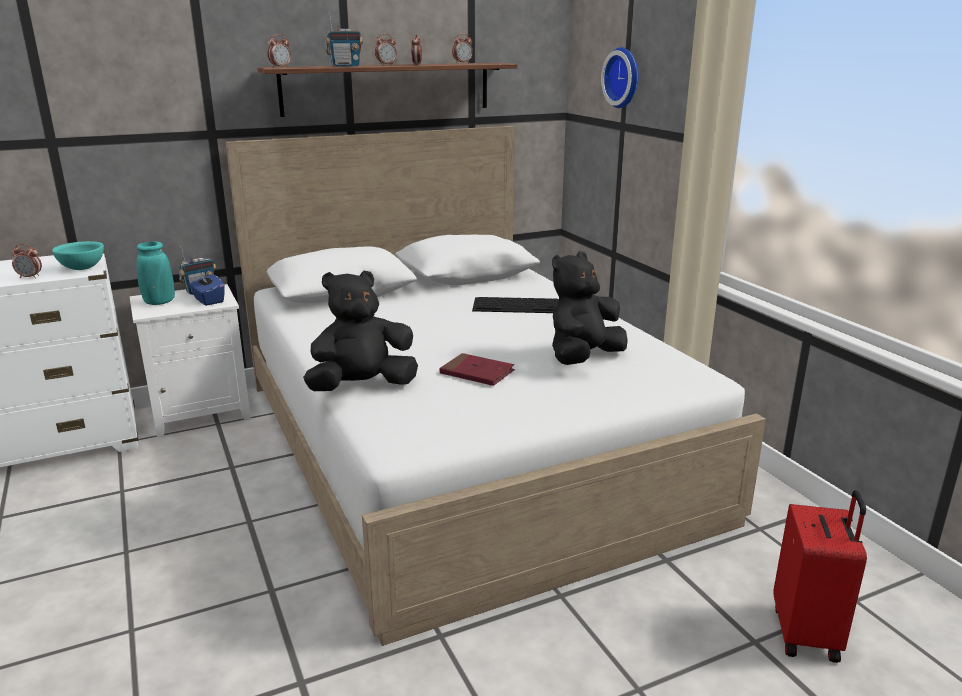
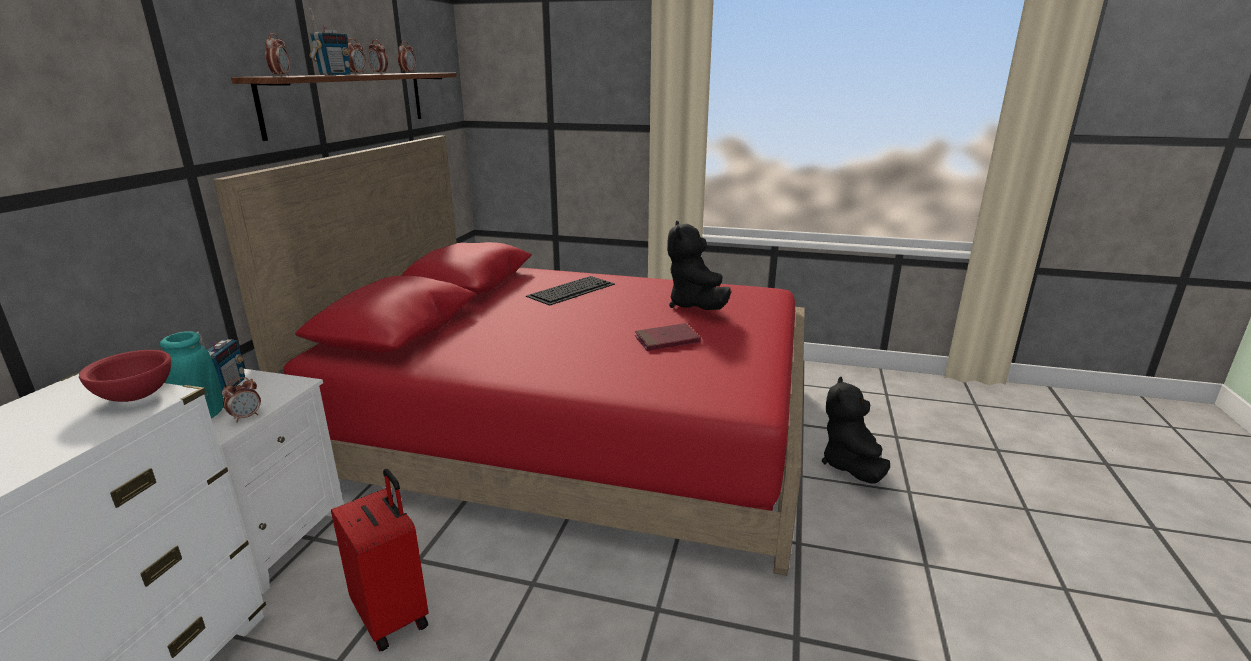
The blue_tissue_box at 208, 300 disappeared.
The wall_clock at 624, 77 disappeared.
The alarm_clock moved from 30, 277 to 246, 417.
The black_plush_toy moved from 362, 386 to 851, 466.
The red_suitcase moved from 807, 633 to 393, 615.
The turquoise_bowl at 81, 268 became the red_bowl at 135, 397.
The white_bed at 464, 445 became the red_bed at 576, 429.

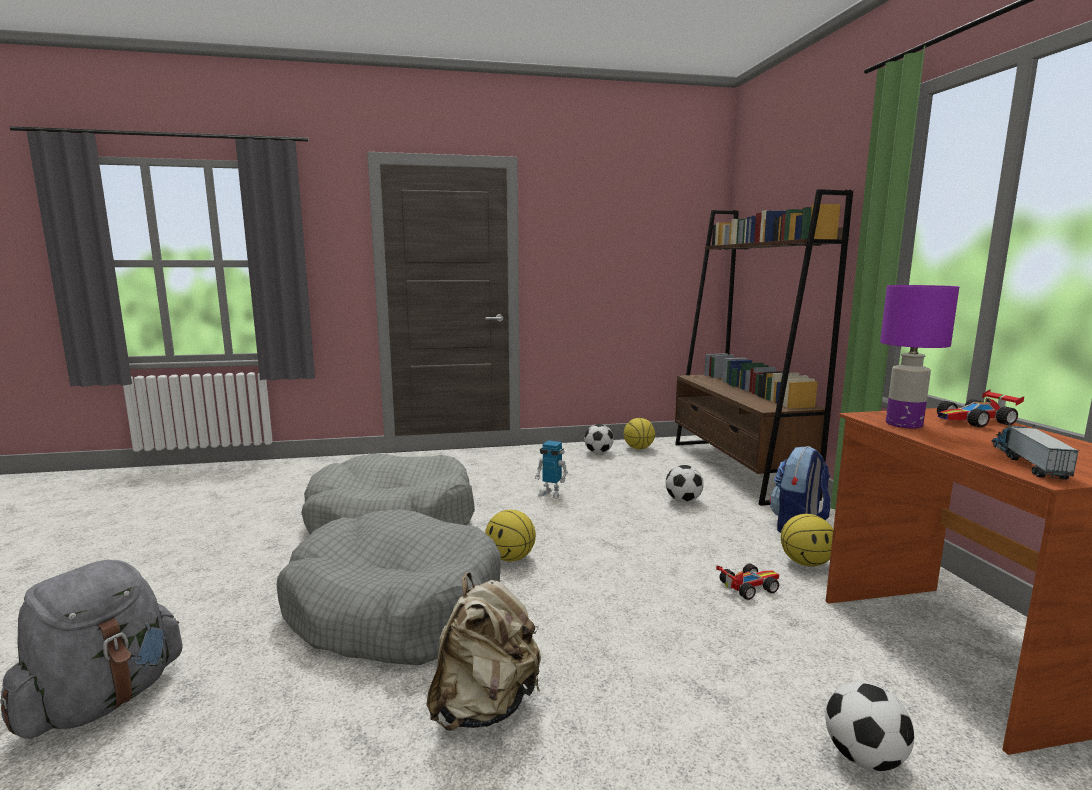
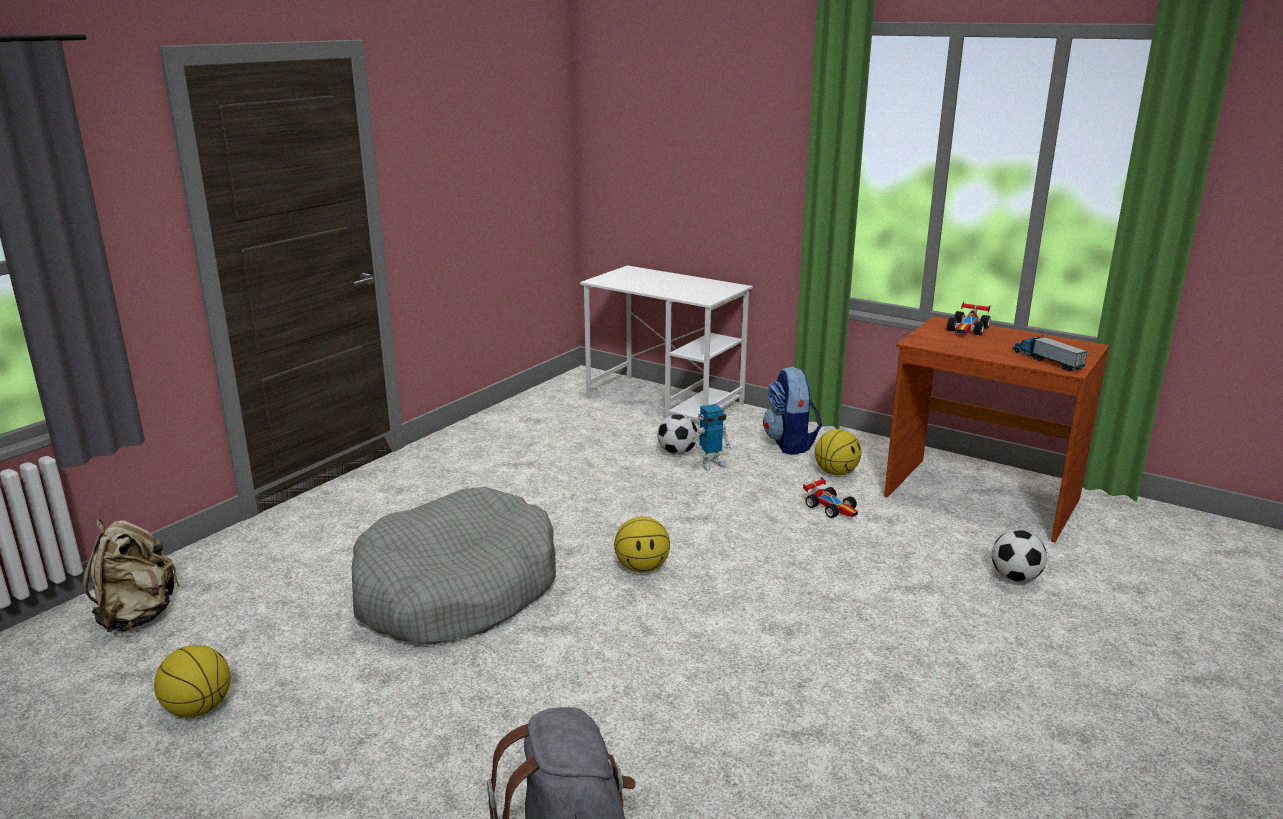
The grey_dog_bed at 395, 608 disappeared.
The football at 598, 452 disappeared.
The purple_table_lamp at 905, 425 disappeared.
The beige_backpack moved from 485, 706 to 137, 616.
The toy_robot moved from 551, 493 to 711, 464.
The basketball moved from 638, 448 to 198, 708.
The brown_bookcase at 738, 469 was replaced by the white_desk at 665, 401.
The toy_car at 748, 586 turned 120 degrees clockwise.

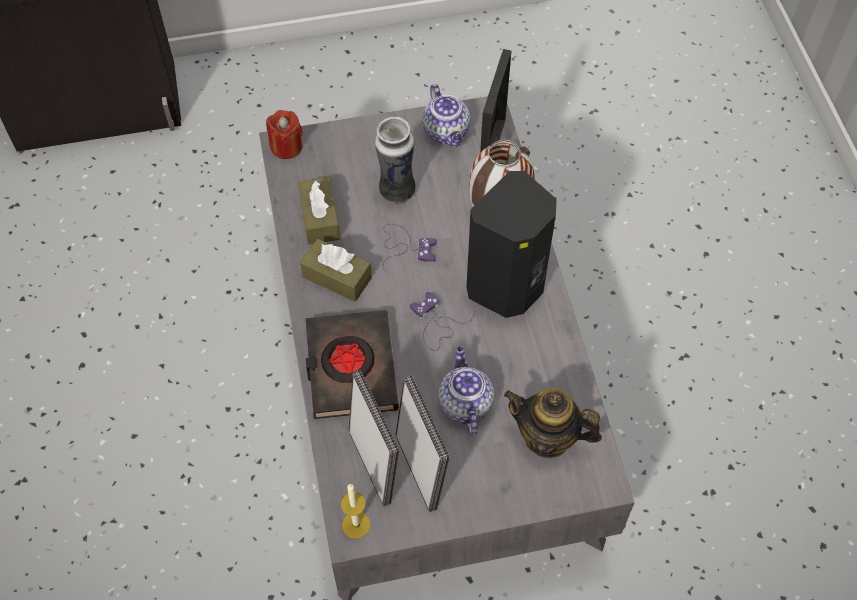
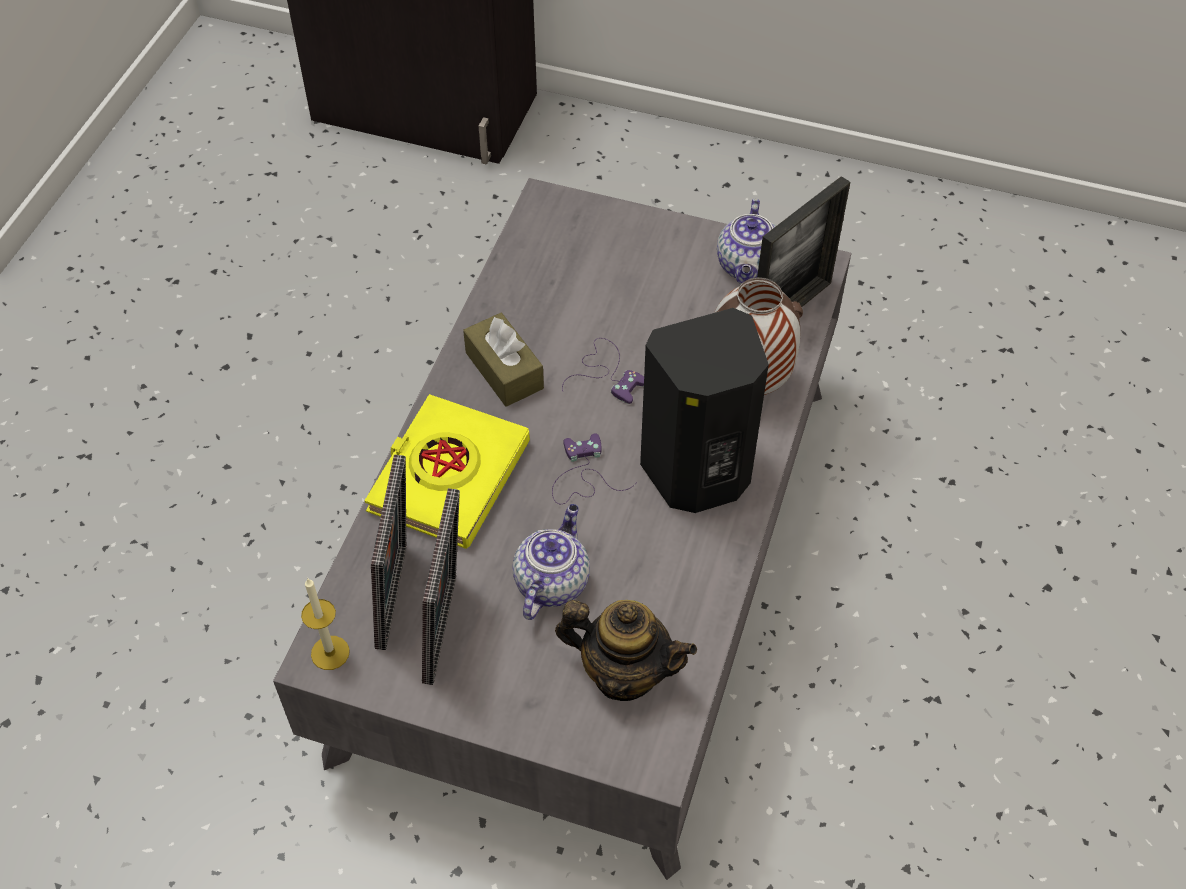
The red_candle at 286, 146 disappeared.
The brown_tissue_box at 319, 218 disappeared.
The vase at 396, 191 disappeared.
The black_book at 350, 368 became the yellow_book at 448, 477.
The teapot at 547, 438 turned 150 degrees clockwise.

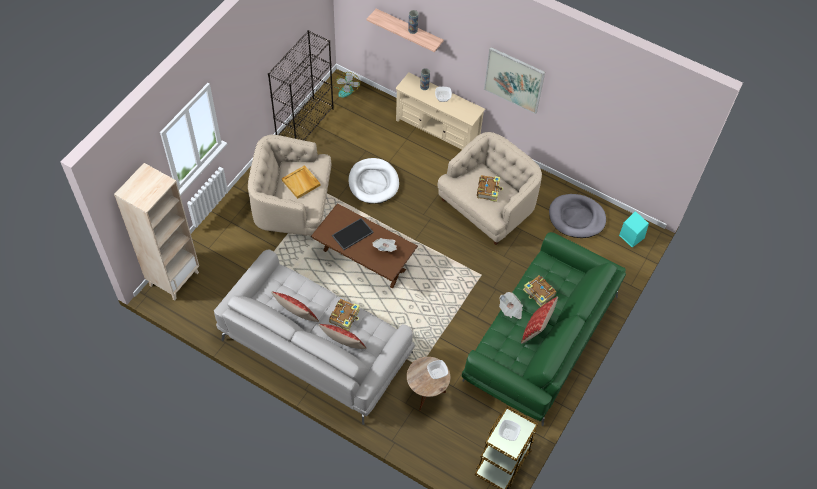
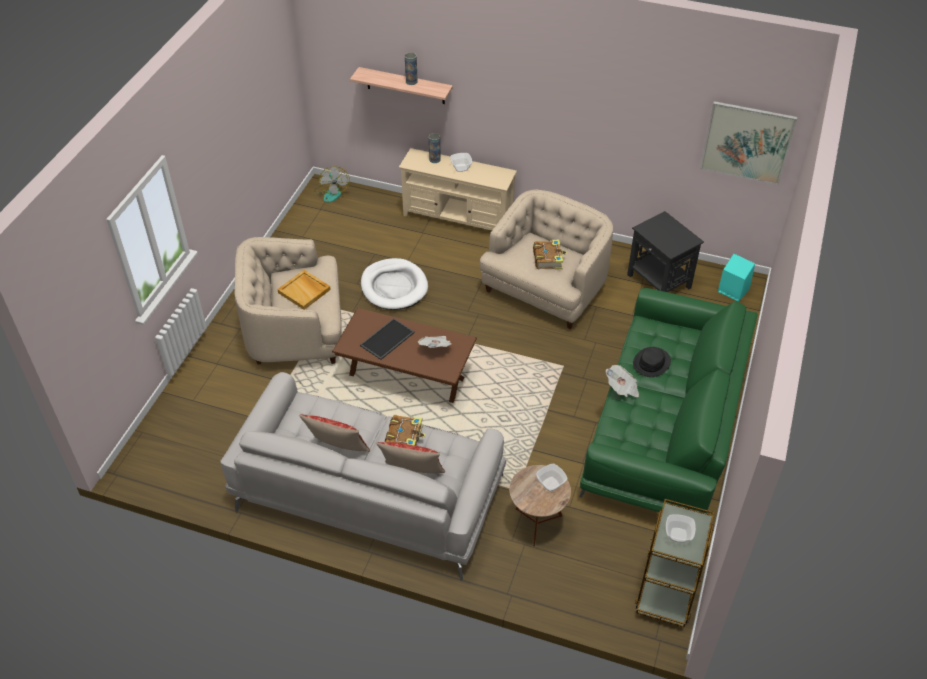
The beige_bookcase at 174, 278 disappeared.
The black_bookcase at 305, 124 disappeared.
The pillow at 536, 330 disappeared.
The picture moved from 514, 80 to 747, 142.
The book at 539, 293 was replaced by the black_hat at 651, 363.
The grey_dog_bed at 576, 218 was replaced by the black_side_table at 659, 281.

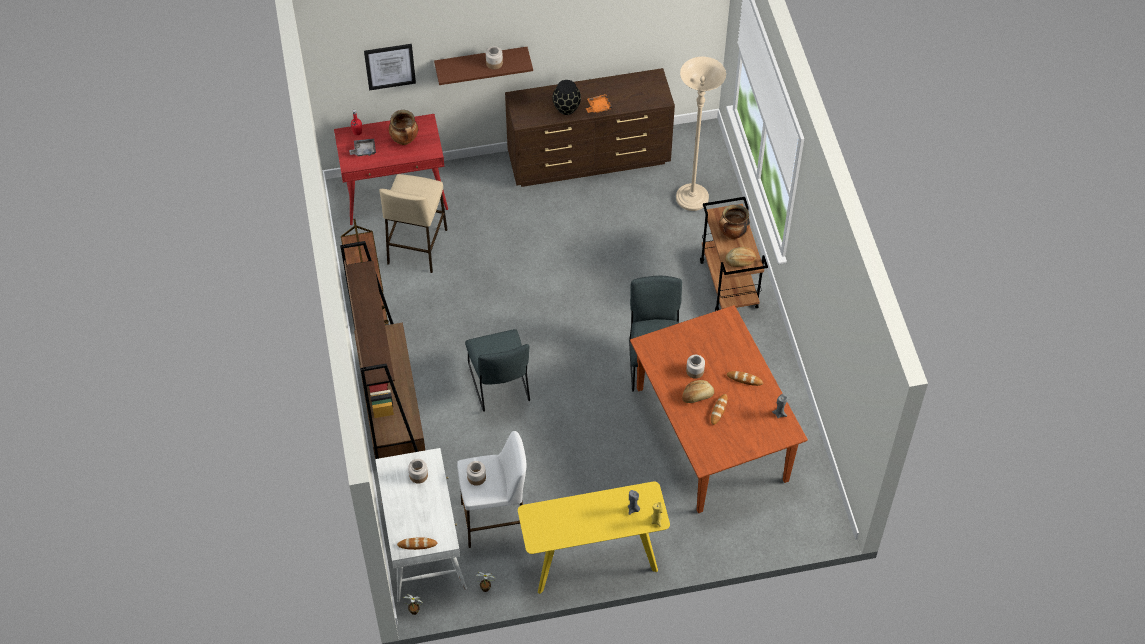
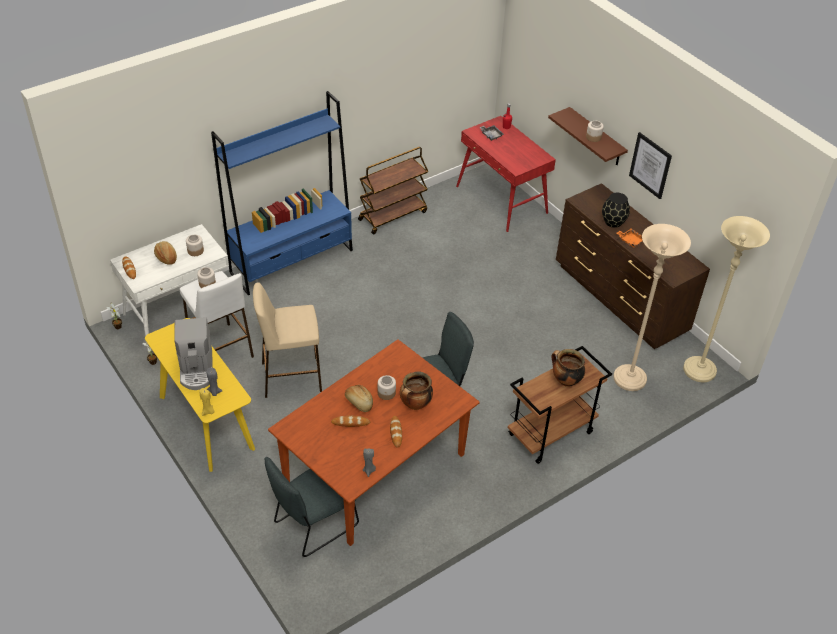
The coffee_machine at 197, 369 appeared.
The beige_floor_lamp at 699, 371 appeared.
The picture moved from 390, 66 to 650, 165.
The beige_stool moved from 417, 247 to 291, 377.
The cooking_pot moved from 405, 140 to 415, 405.
The grey_chair moved from 500, 386 to 313, 525.
The bread moved from 740, 261 to 166, 257.
The brown_bookcase at 392, 416 became the blue_bookcase at 292, 261.

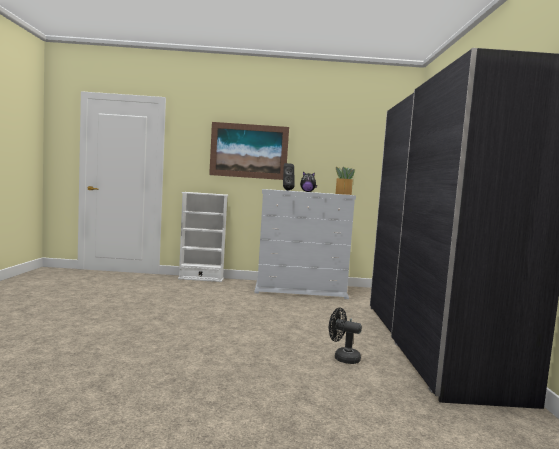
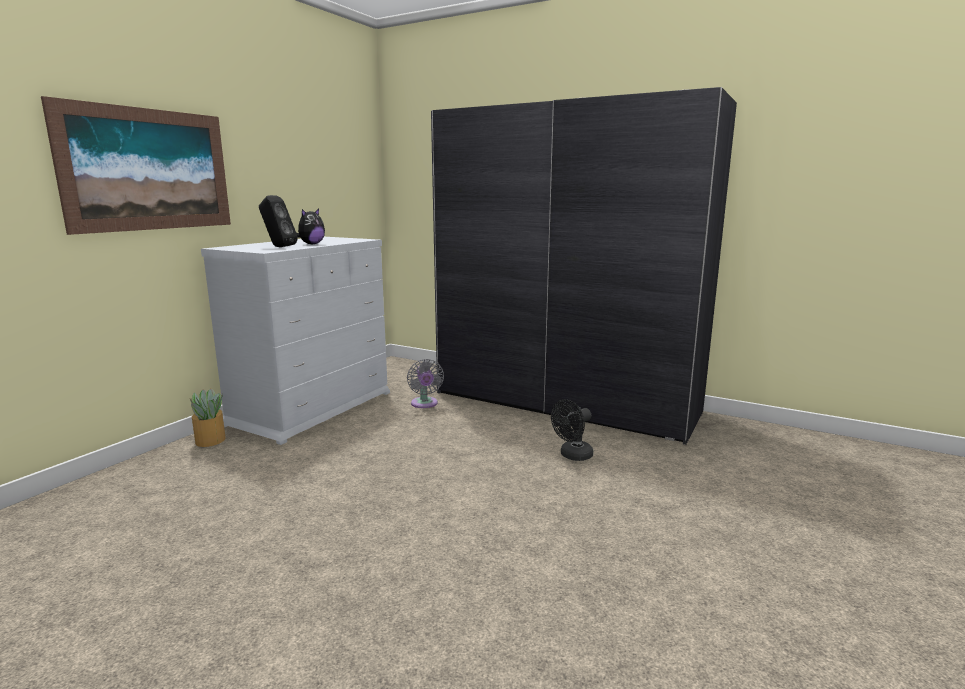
The white_bookcase at 201, 278 disappeared.
The grey_fan at 424, 404 appeared.
The potted_plant moved from 343, 194 to 210, 440.

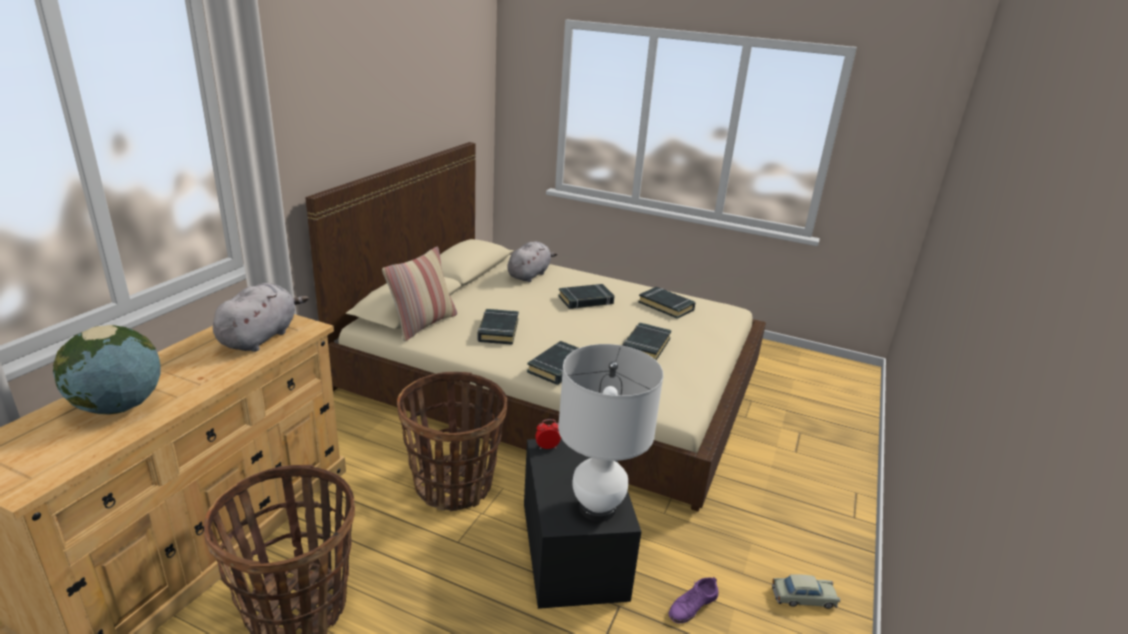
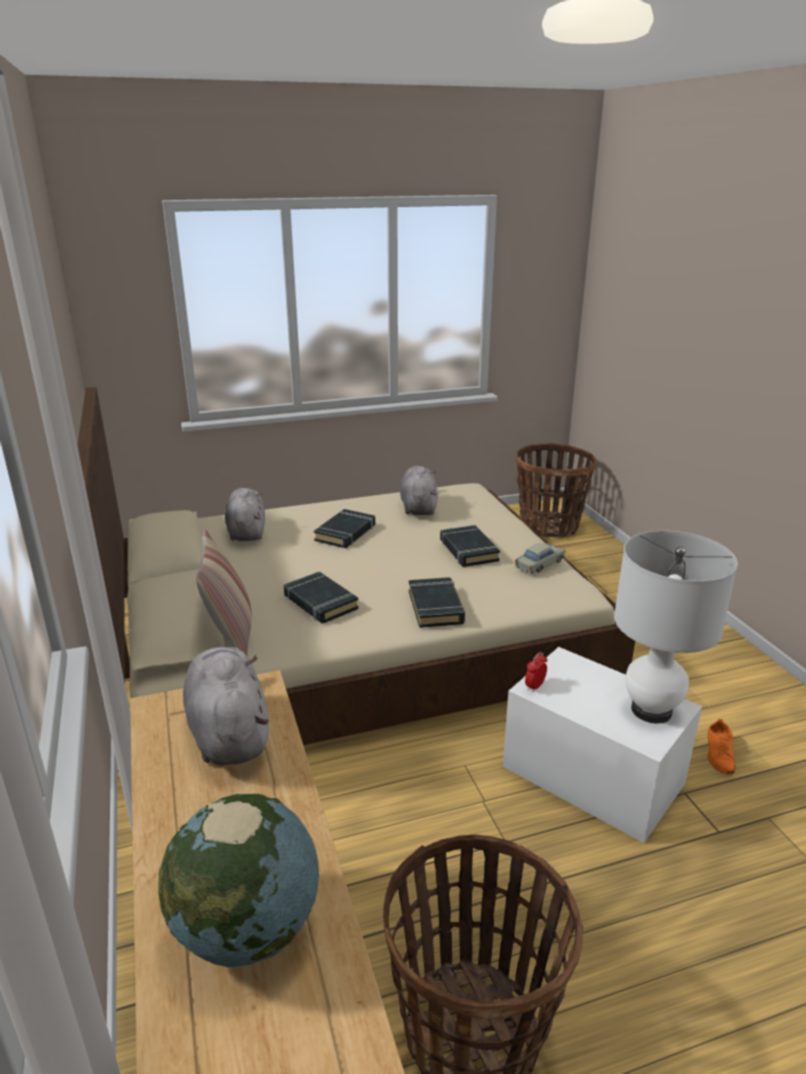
The basket moved from 453, 485 to 549, 526.
The beige_toy_car moved from 803, 597 to 539, 564.
The black_book at 666, 306 was replaced by the grey_plush_toy at 418, 507.
The black_storage_box at 573, 549 became the white_storage_box at 593, 775.
The purple_shoe at 692, 606 became the orange_shoe at 719, 754.

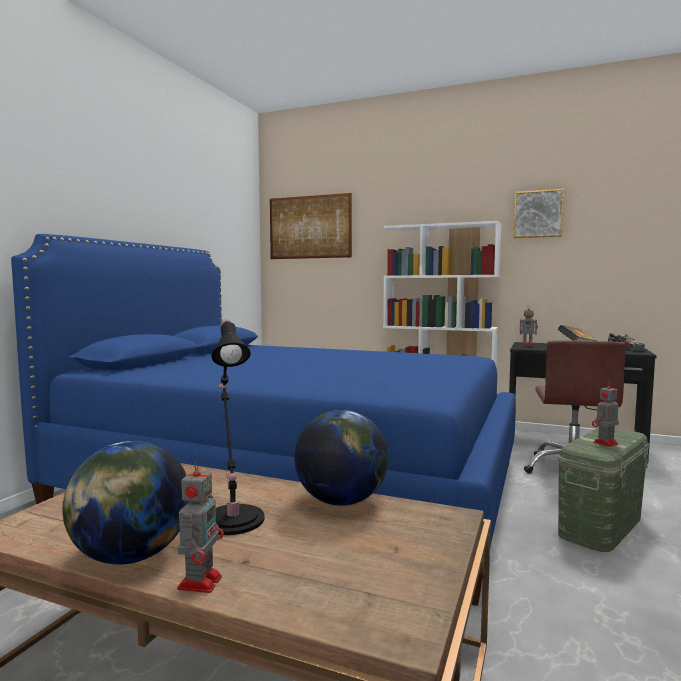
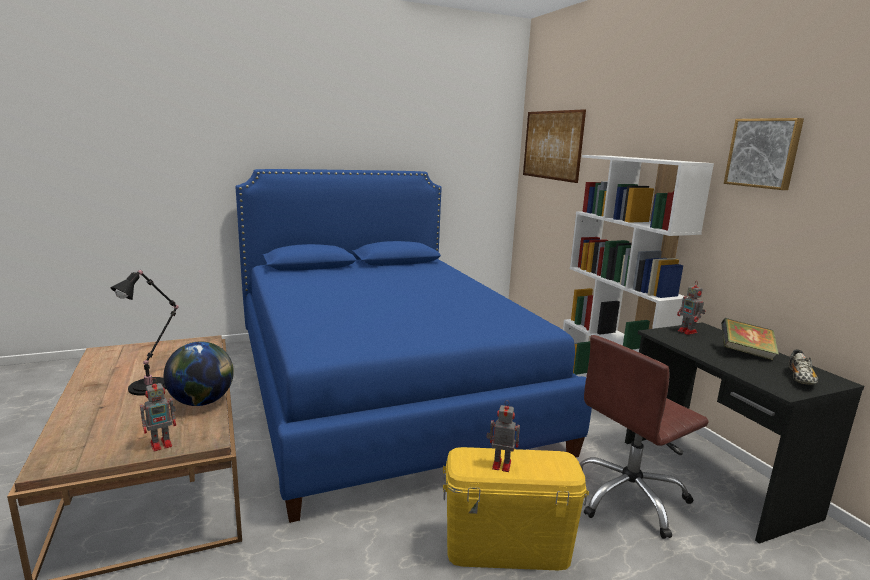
The globe at 130, 556 disappeared.
The toy_robot moved from 201, 581 to 162, 443.
The green_storage_box at 601, 526 became the yellow_storage_box at 506, 548.

